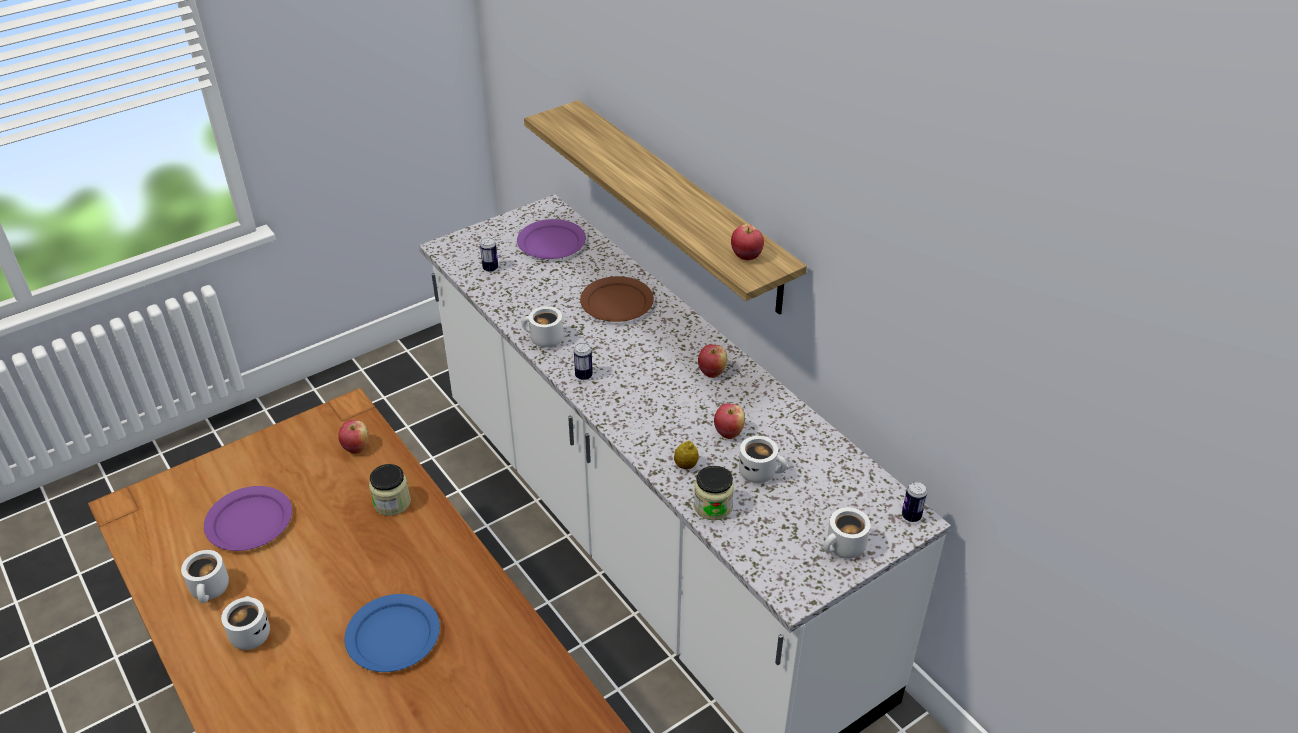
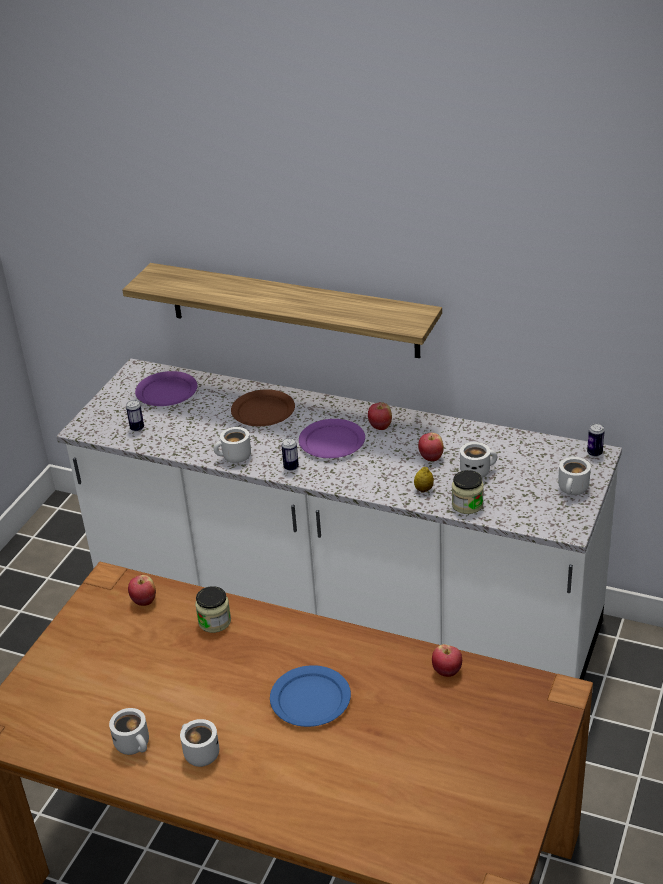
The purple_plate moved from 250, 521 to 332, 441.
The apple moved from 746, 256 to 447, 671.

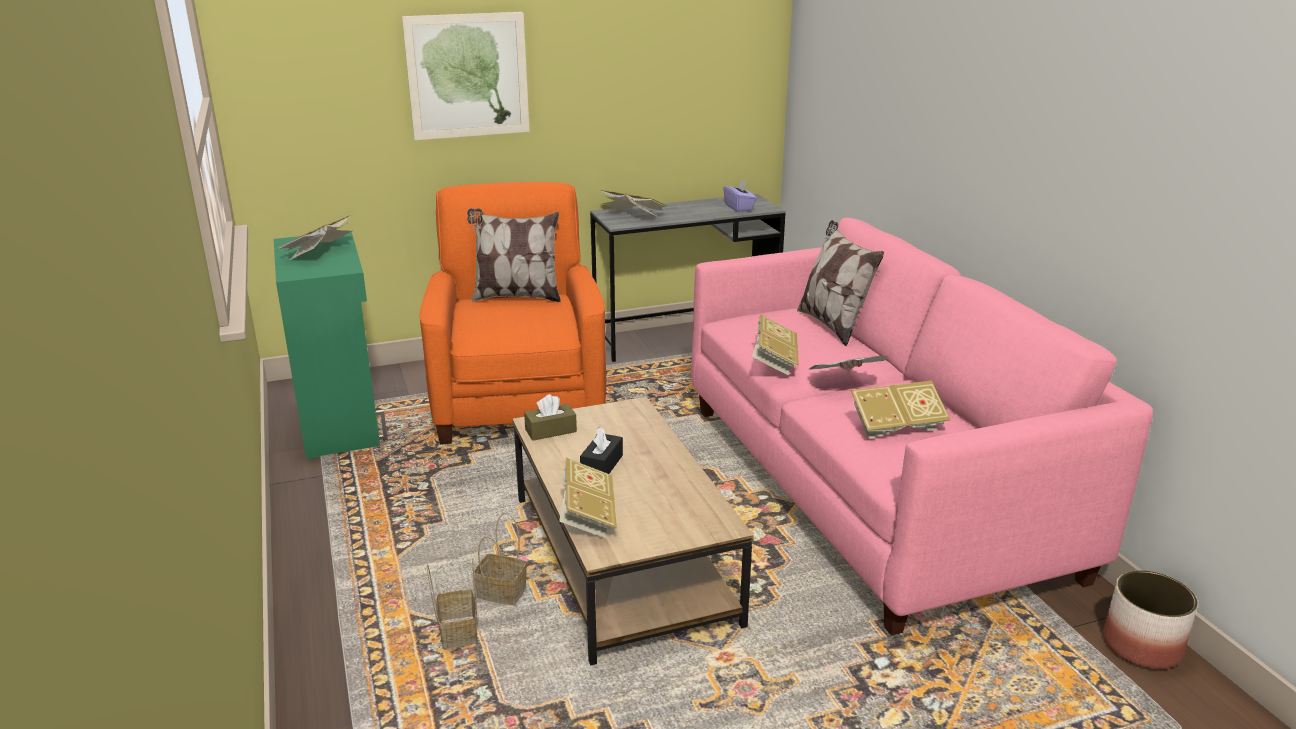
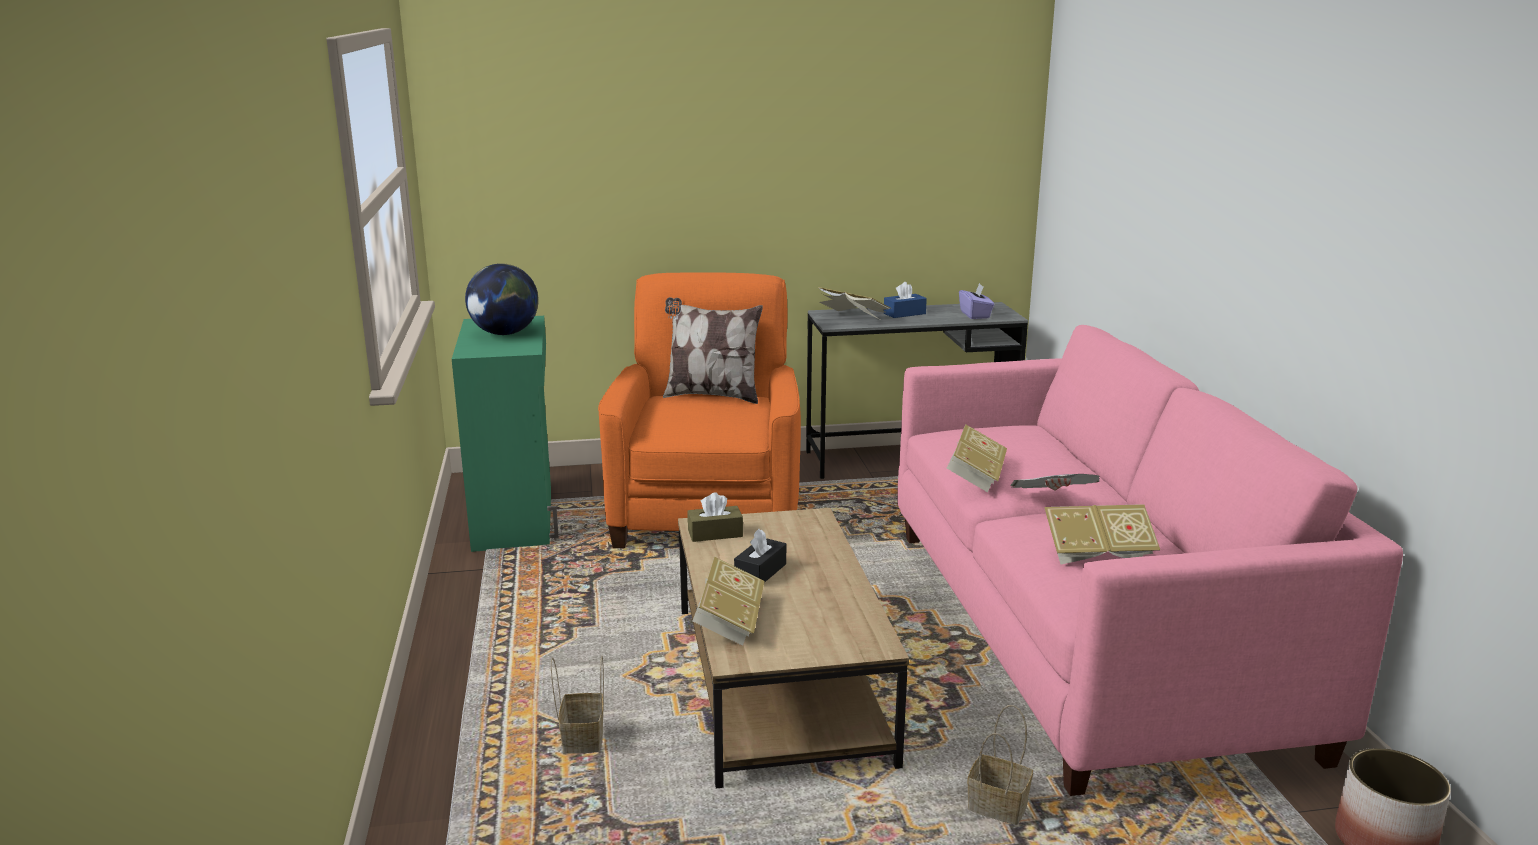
The picture at 468, 76 disappeared.
The pillow at 833, 325 disappeared.
The blue_tissue_box at 904, 313 appeared.
The basket moved from 504, 593 to 1000, 807.
The book at 319, 252 was replaced by the globe at 505, 333.

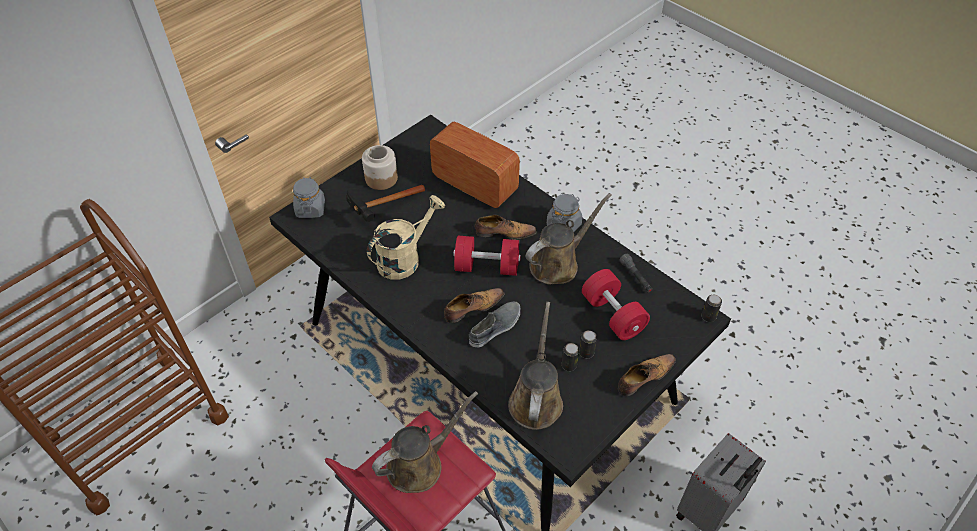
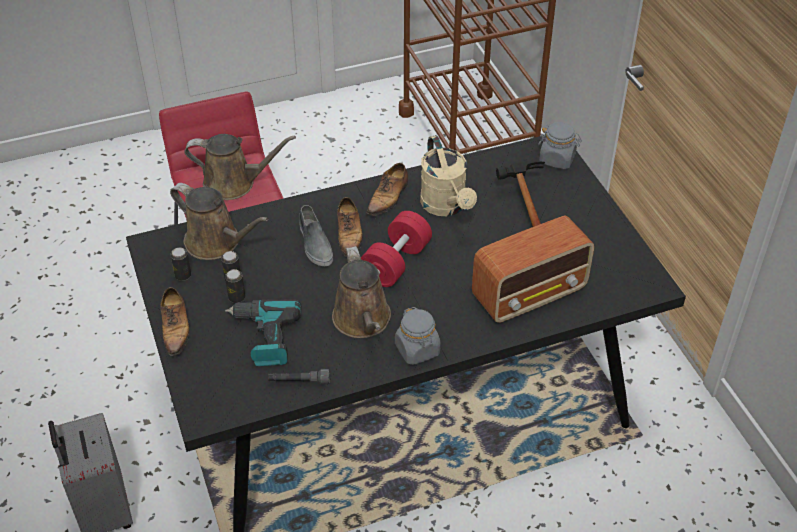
The jar at 381, 178 disappeared.
The shoe moved from 504, 233 to 388, 197.
The can moved from 708, 316 to 183, 275.
The red_dumbbell at 613, 315 was replaced by the power_drill at 264, 338.
The brown_watering_can at 419, 464 turned 75 degrees counterclockwise.

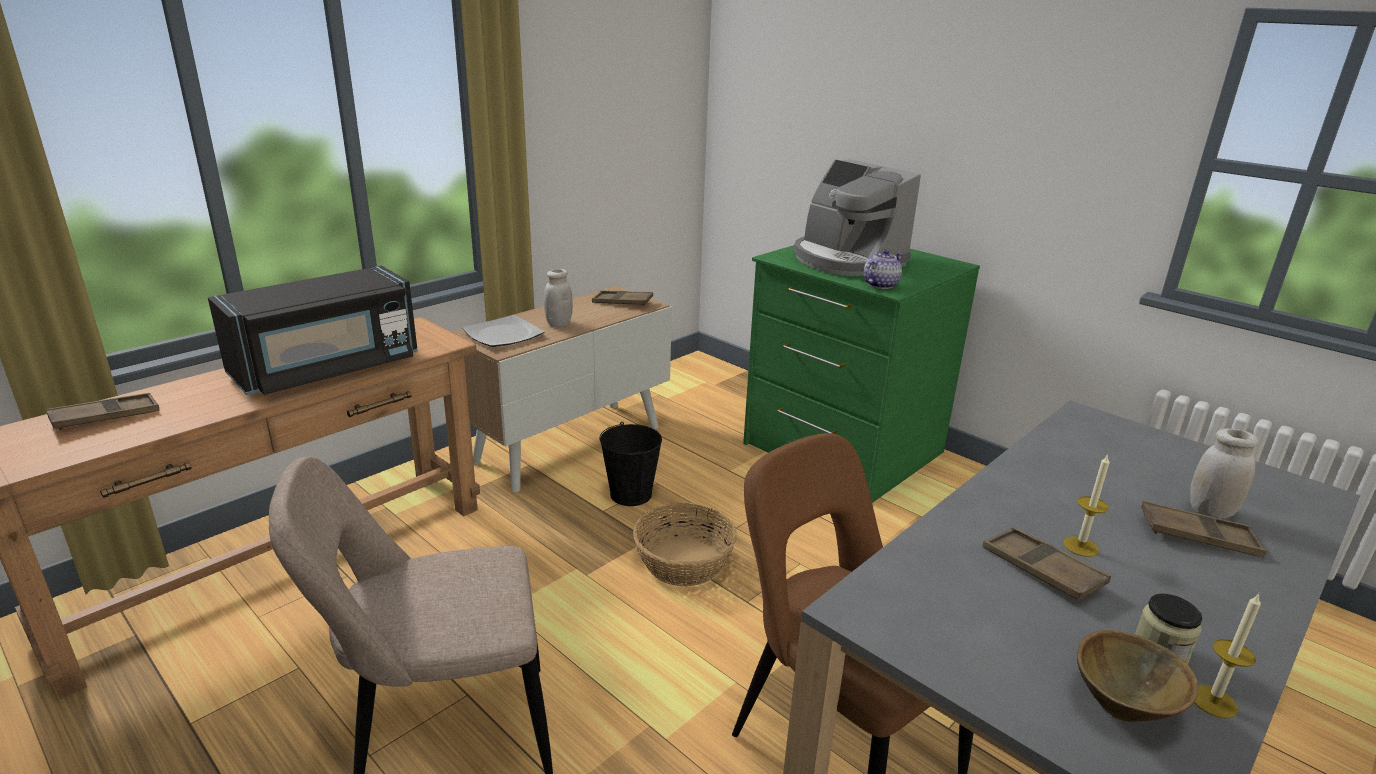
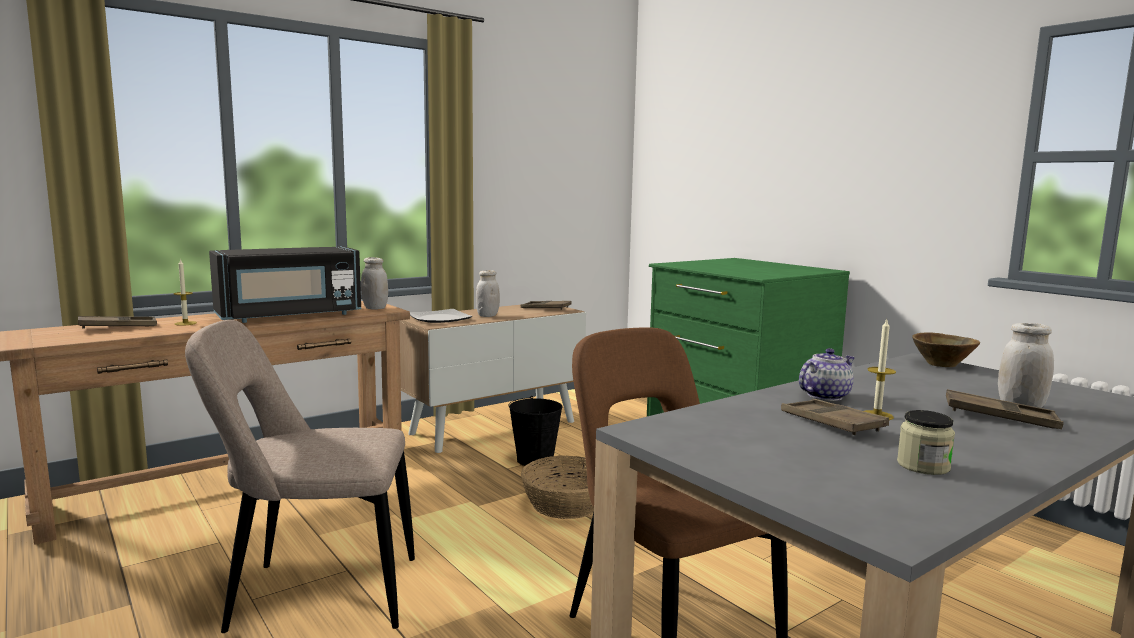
The coffee_machine at 846, 260 disappeared.
The white_jar at 375, 308 appeared.
The teapot moved from 880, 285 to 824, 396.
The brown_bowl moved from 1123, 705 to 942, 364.
The candle moved from 1213, 701 to 185, 323.

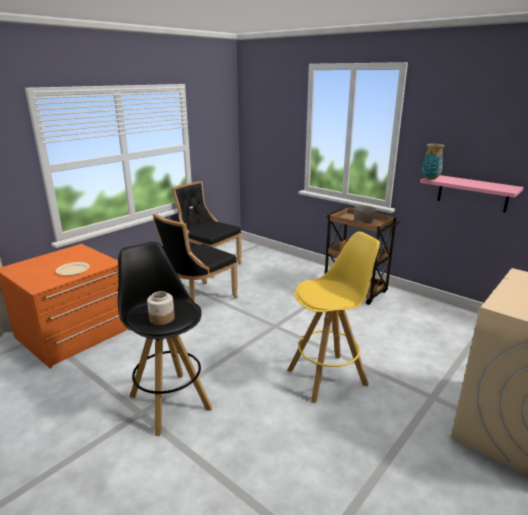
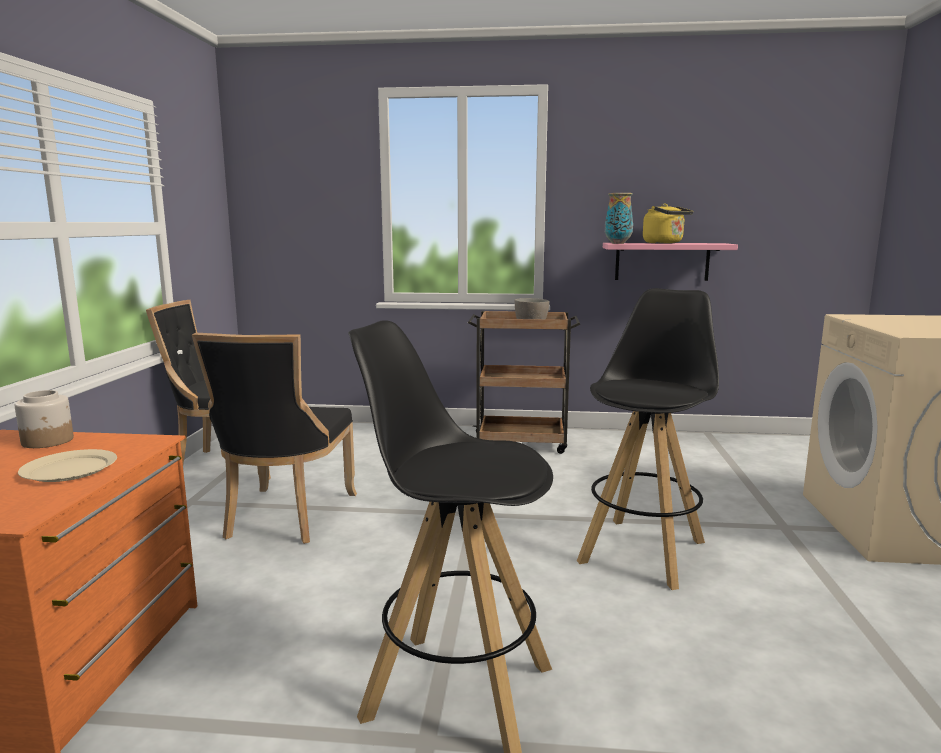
The yellow_kettle at 665, 243 appeared.
The jar moved from 162, 319 to 48, 441.
The yellow_stool at 328, 377 became the black_stool at 643, 550.

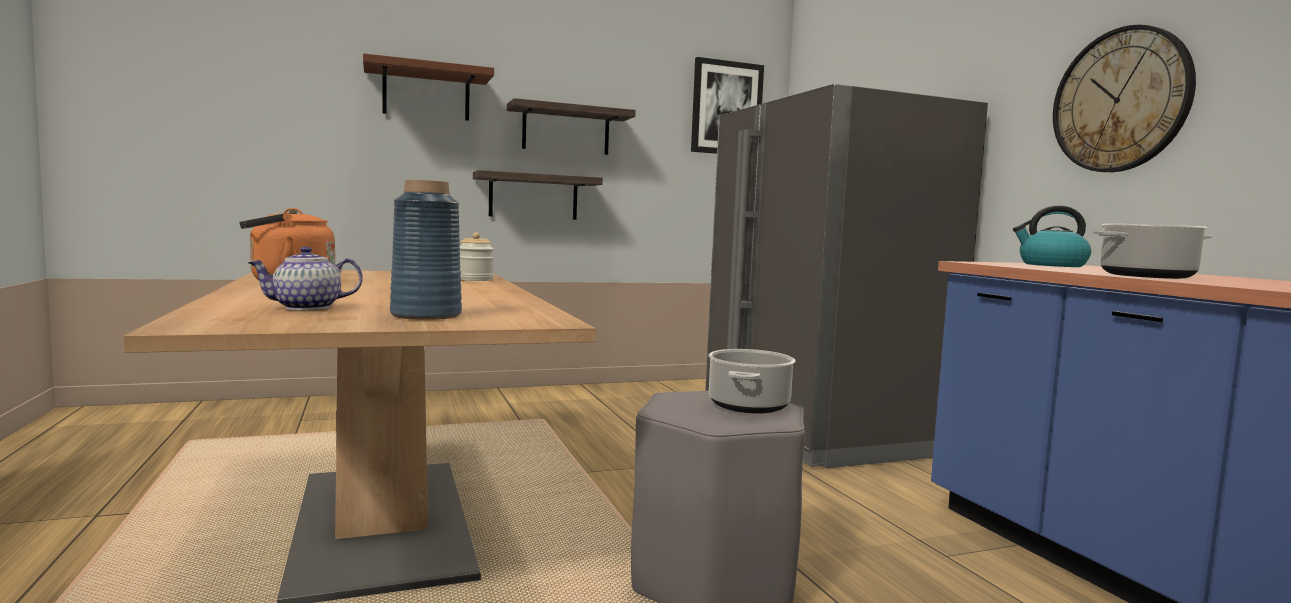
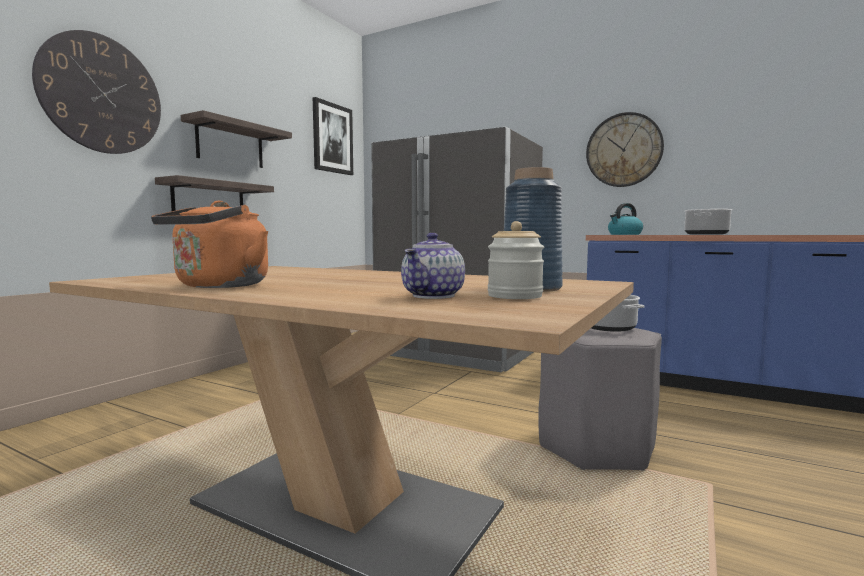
The jar moved from 475, 279 to 514, 296.
The brown_shelf at 426, 94 was replaced by the wall_clock at 102, 94.

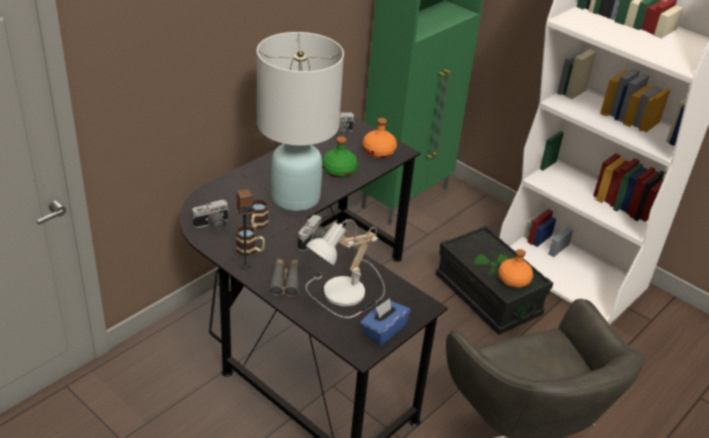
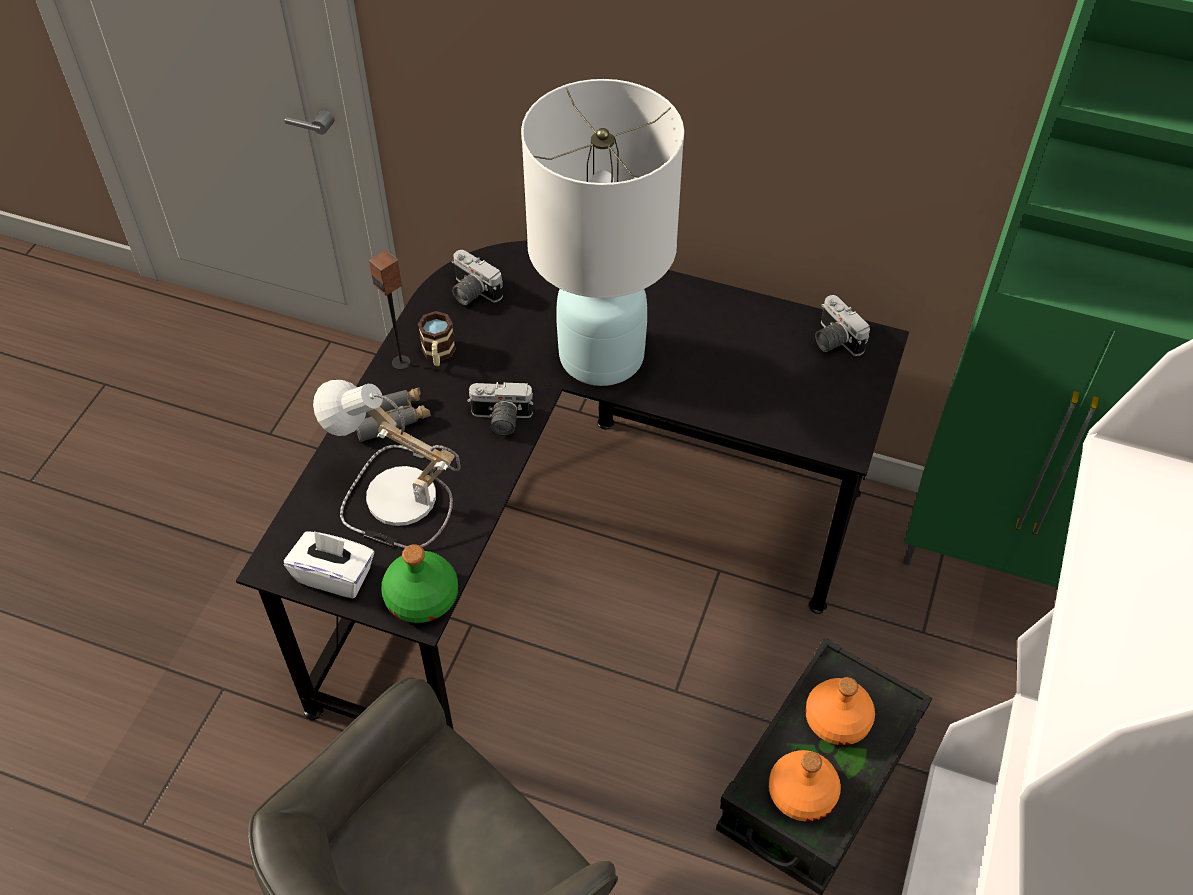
The mug at 257, 225 disappeared.
The green_bottle moved from 339, 171 to 422, 598.
The orange_bottle moved from 379, 151 to 838, 719.
The blue_tissue_box at 383, 331 became the white_tissue_box at 335, 575.

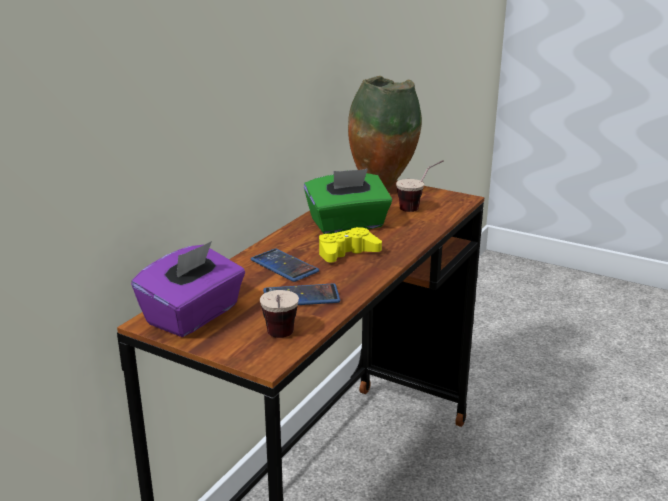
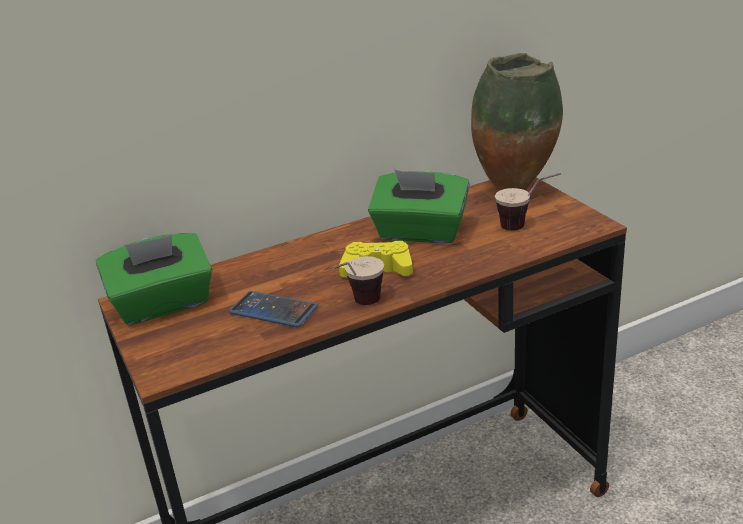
The phone at 284, 266 disappeared.
The cup moved from 280, 340 to 359, 307.
The purple_tissue_box at 194, 315 became the green_tissue_box at 163, 304.

